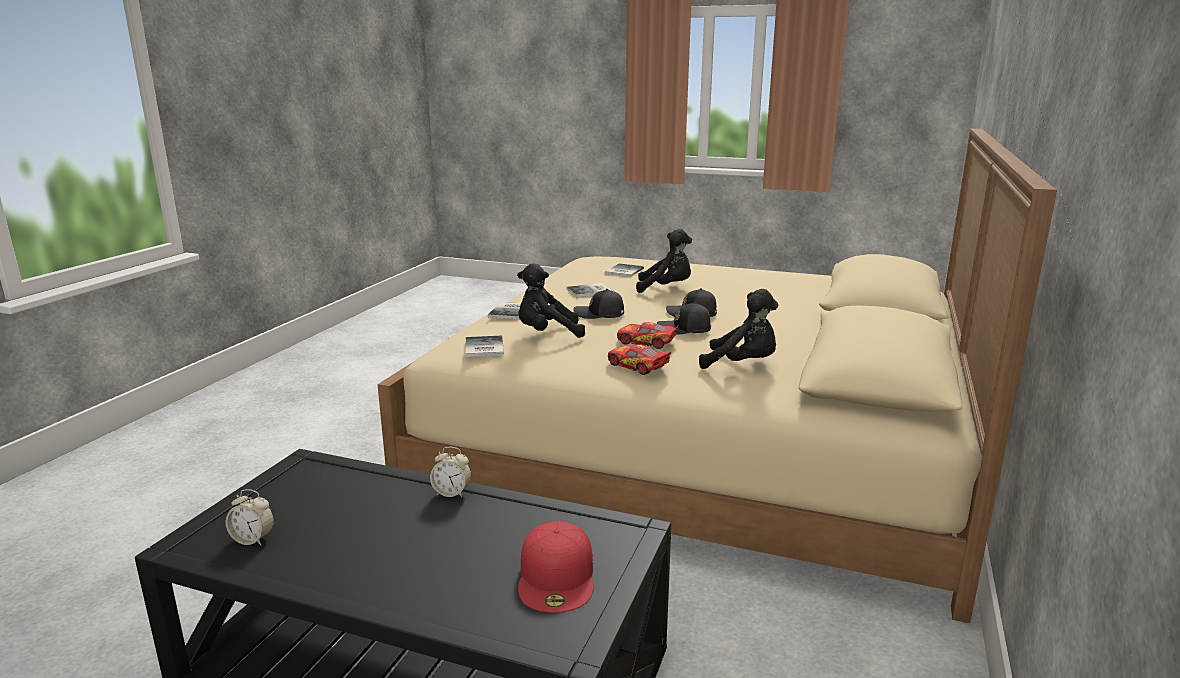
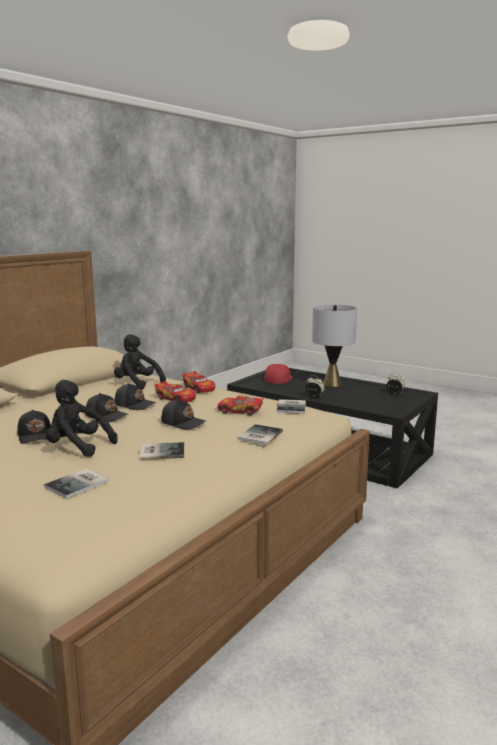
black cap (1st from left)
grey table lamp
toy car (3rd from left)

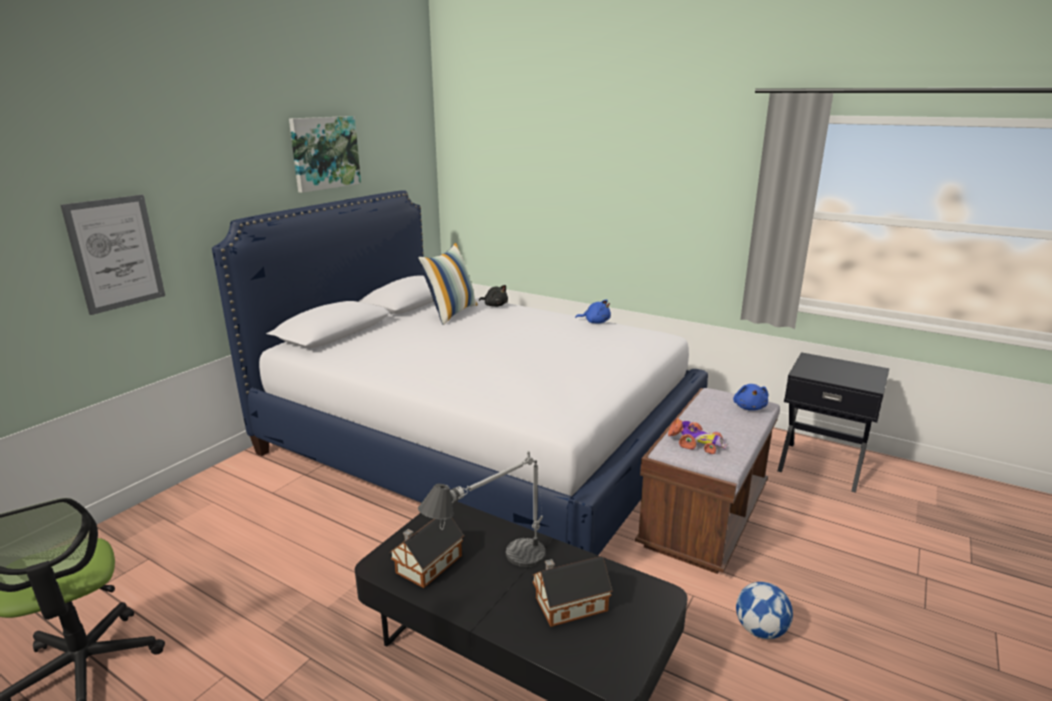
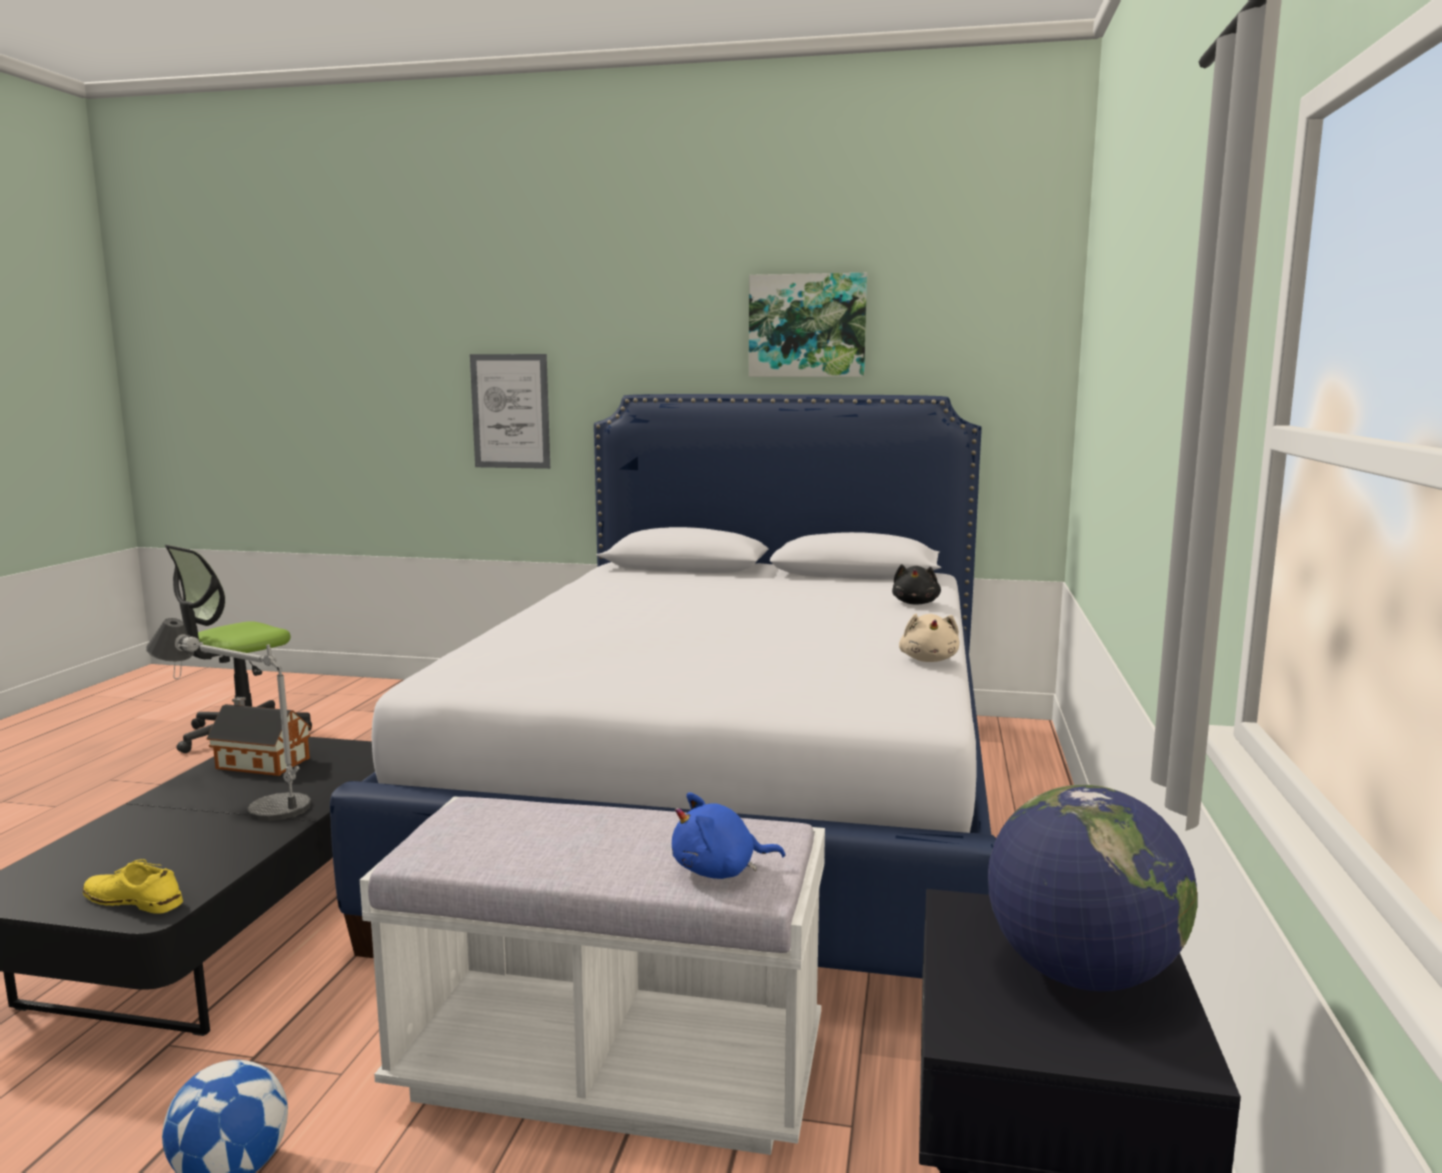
pillow
toy house (2nd from left in the first image)
toy car
yellow shoe
globe
beige plush toy
white bench

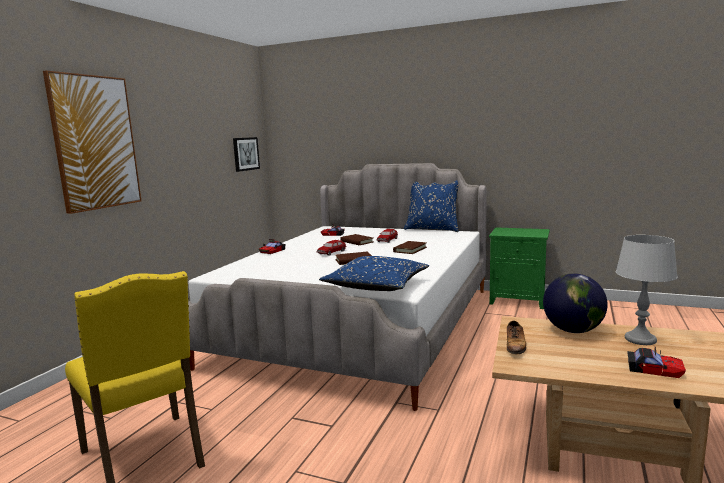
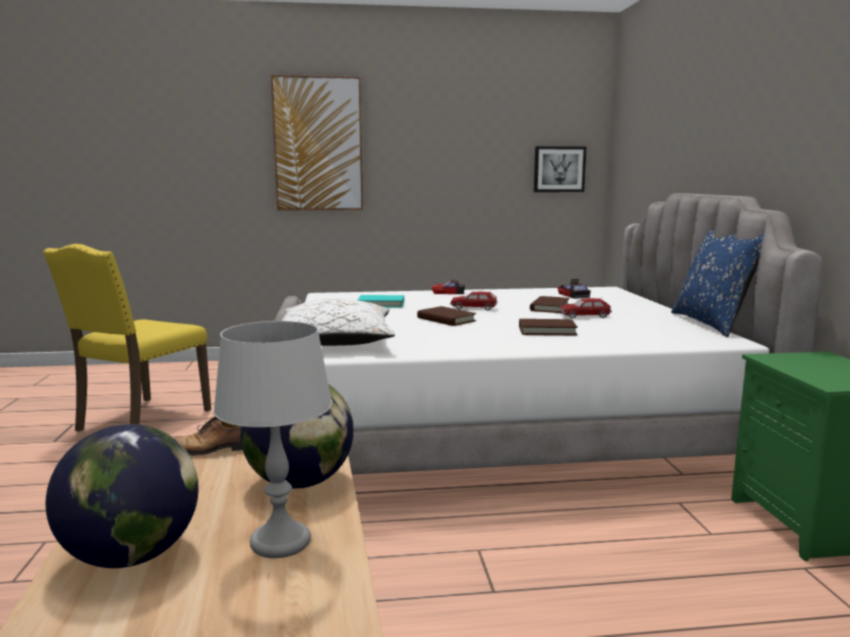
turquoise book
globe (1st from left)
white pillow

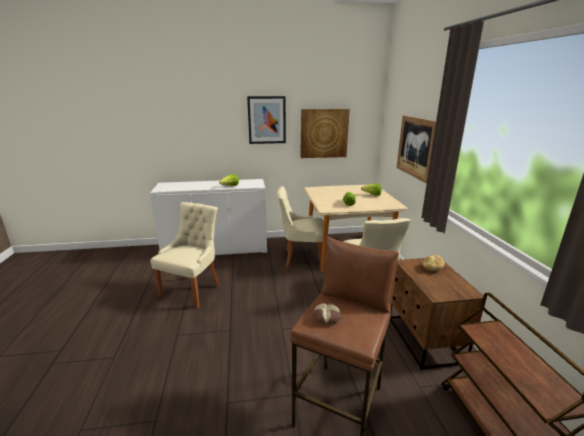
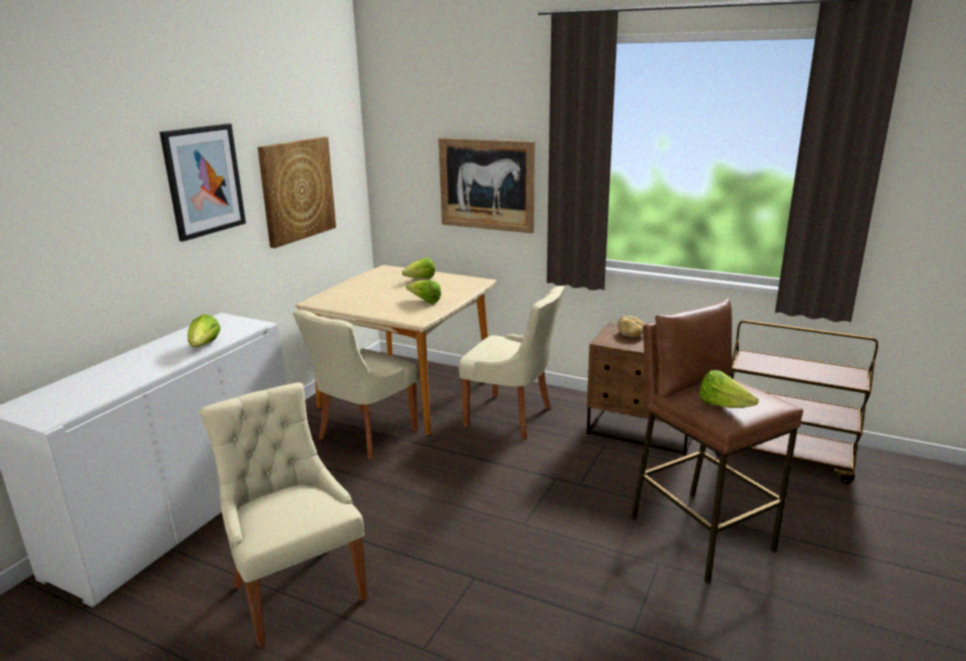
lettuce (4th from left)

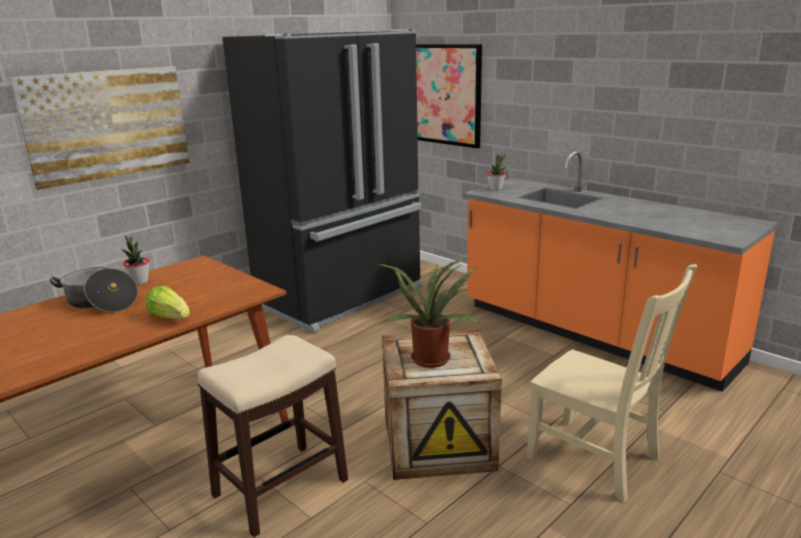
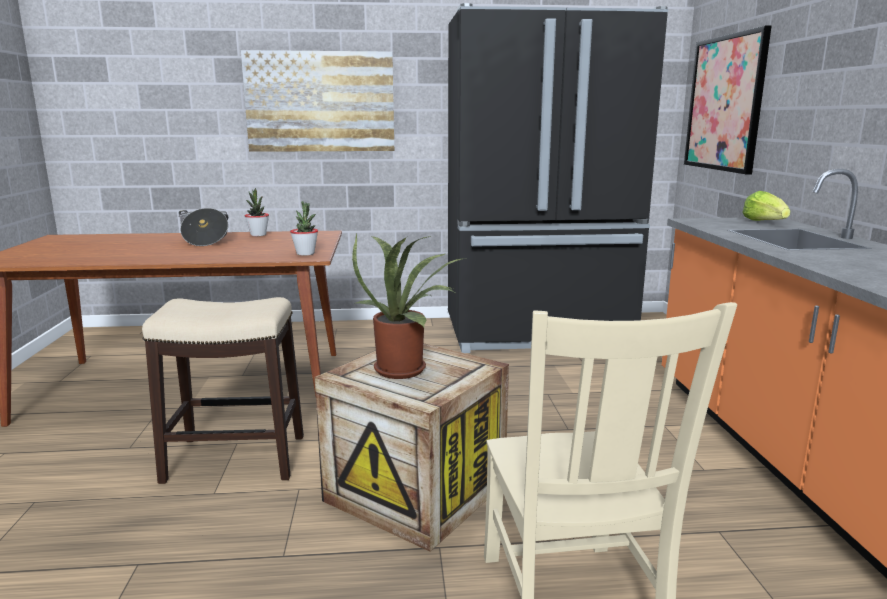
lettuce
potted plant (2nd from left)

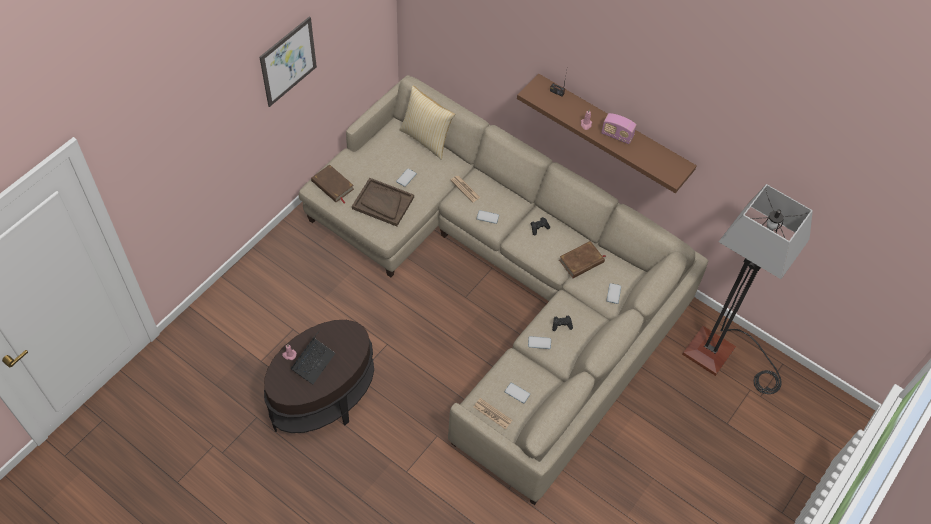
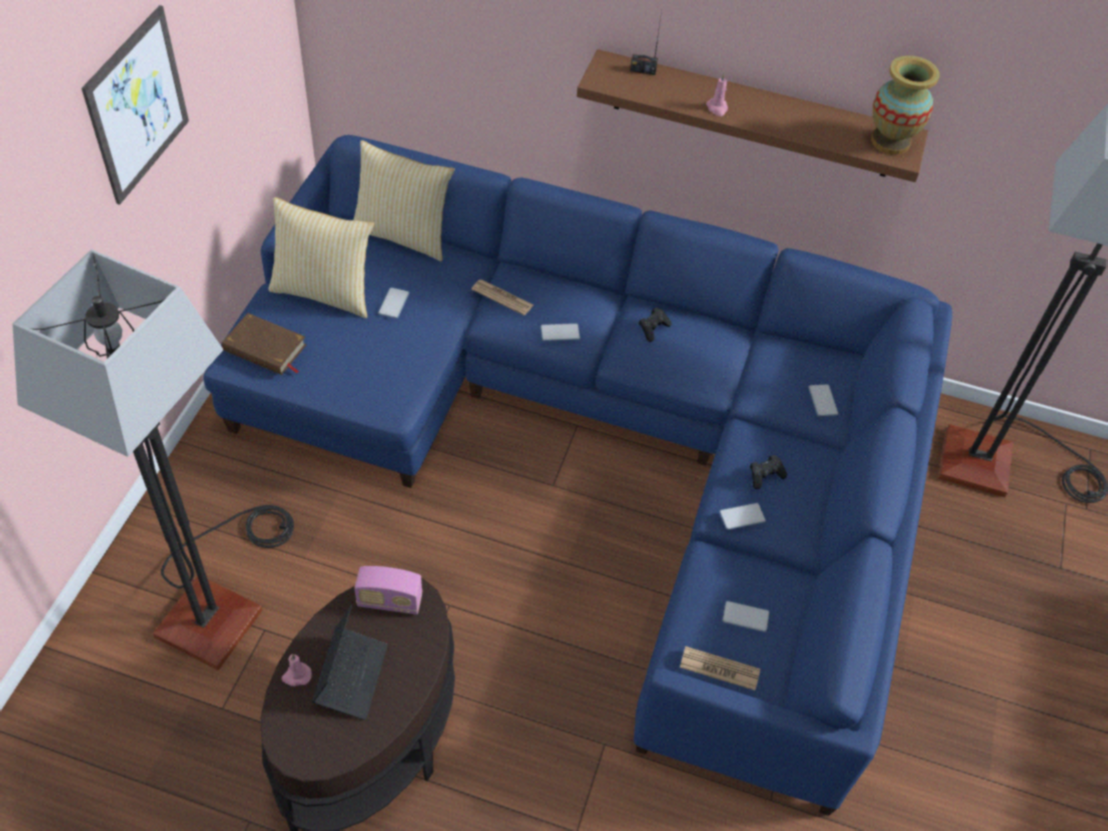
brown tray
brown book (2nd from left in the first image)
floor lamp (1st from left)
pillow (1st from left)
vase
radio (1st from left)
blue sofa

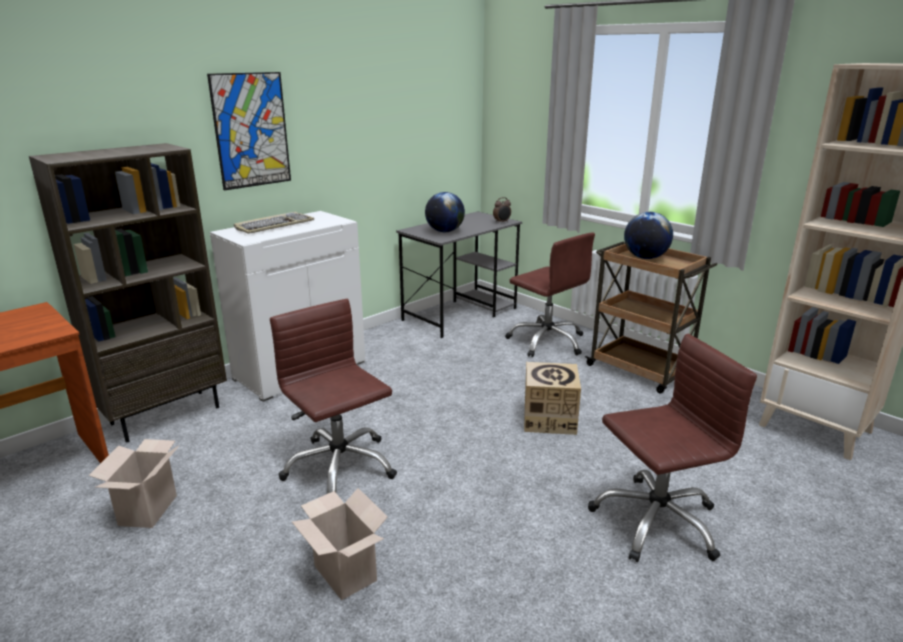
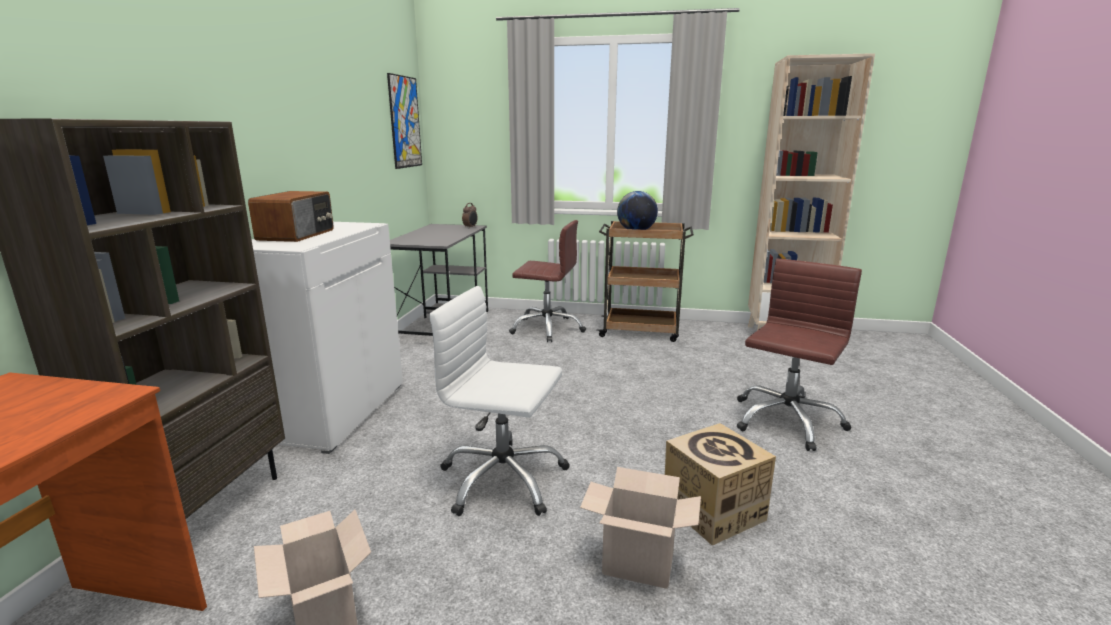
globe (1st from left in the first image)
picture
cardboard box (3rd from left)
radio
white office chair

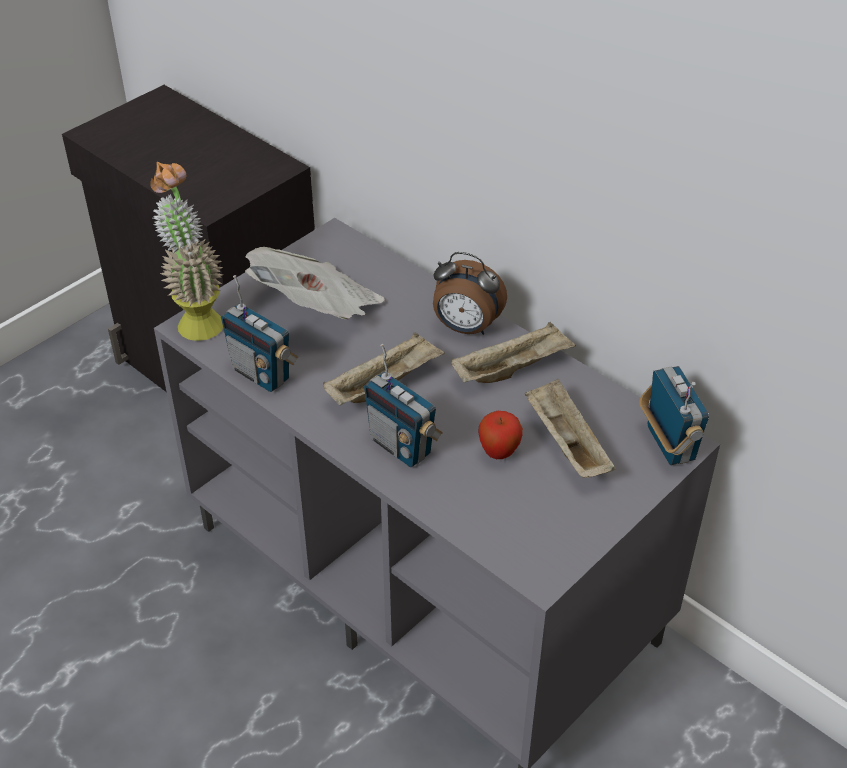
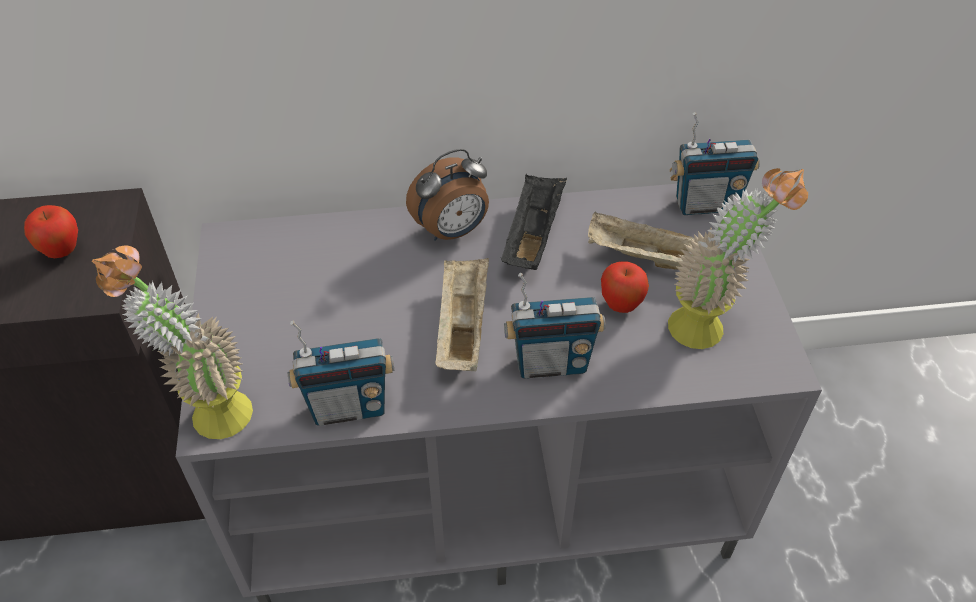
newspaper
apple (1st from left)
potted plant (2nd from left)
black tray
radio (3rd from left)

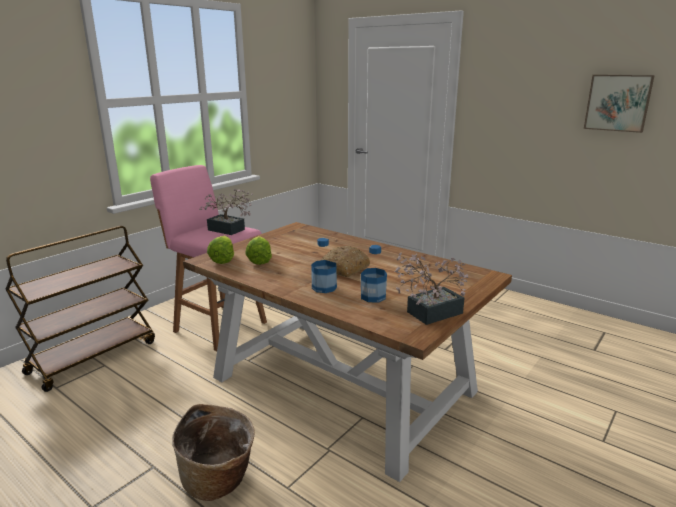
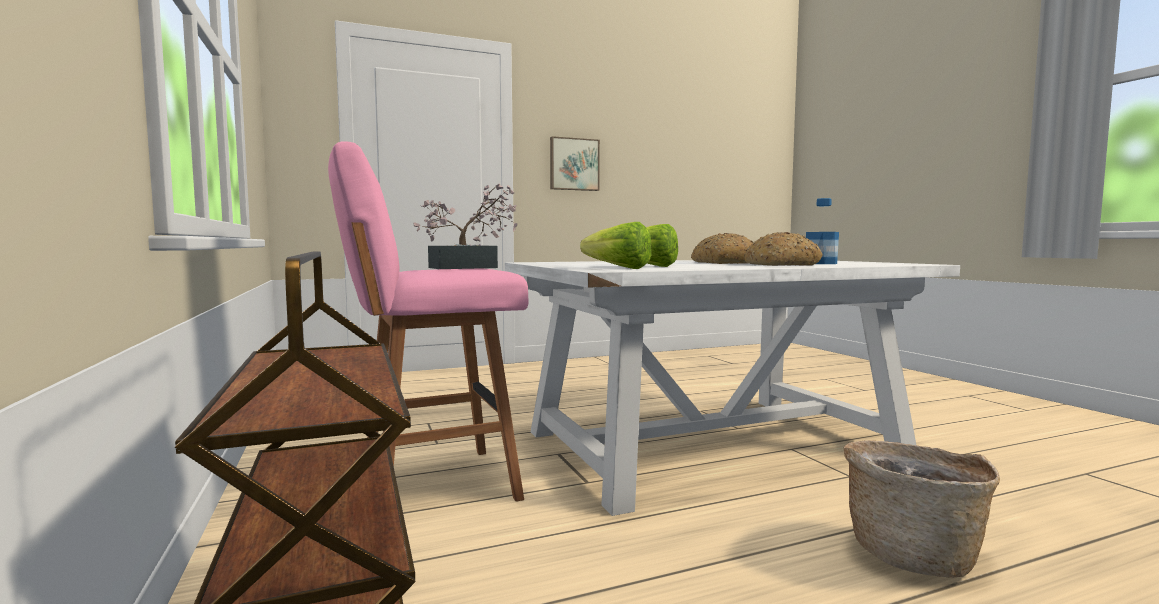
potted plant (2nd from left in the first image)
picture
bread (2nd from left)
white dining table

